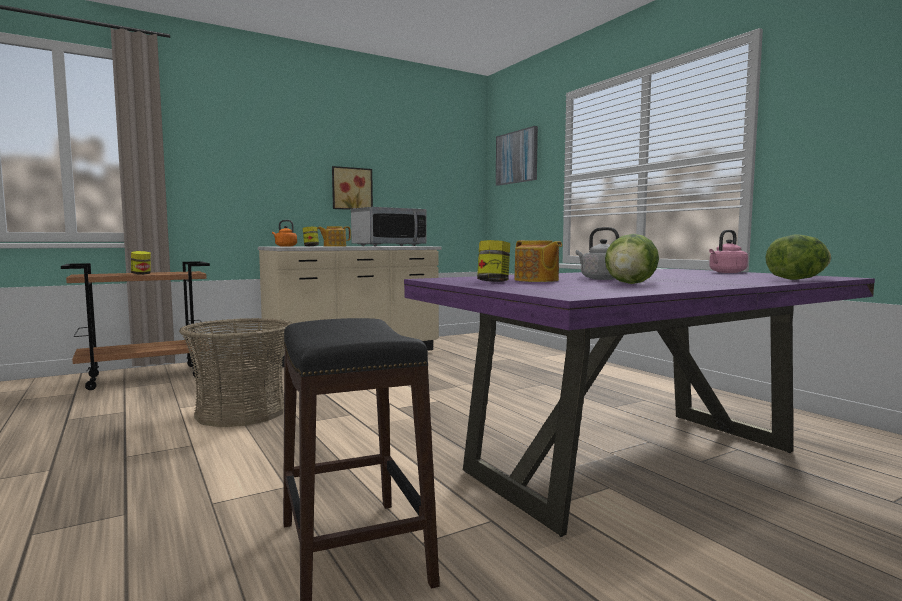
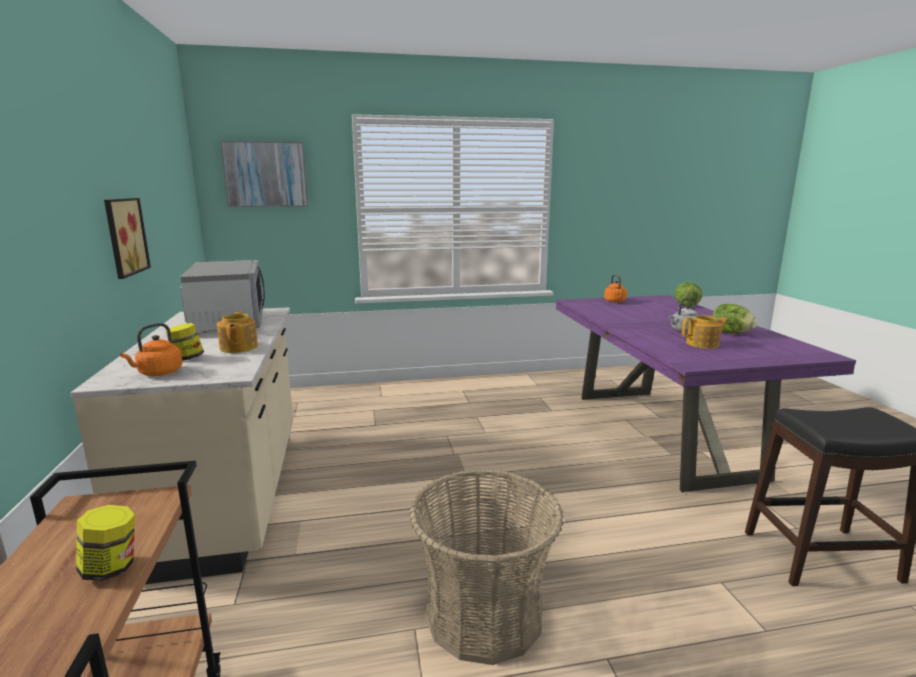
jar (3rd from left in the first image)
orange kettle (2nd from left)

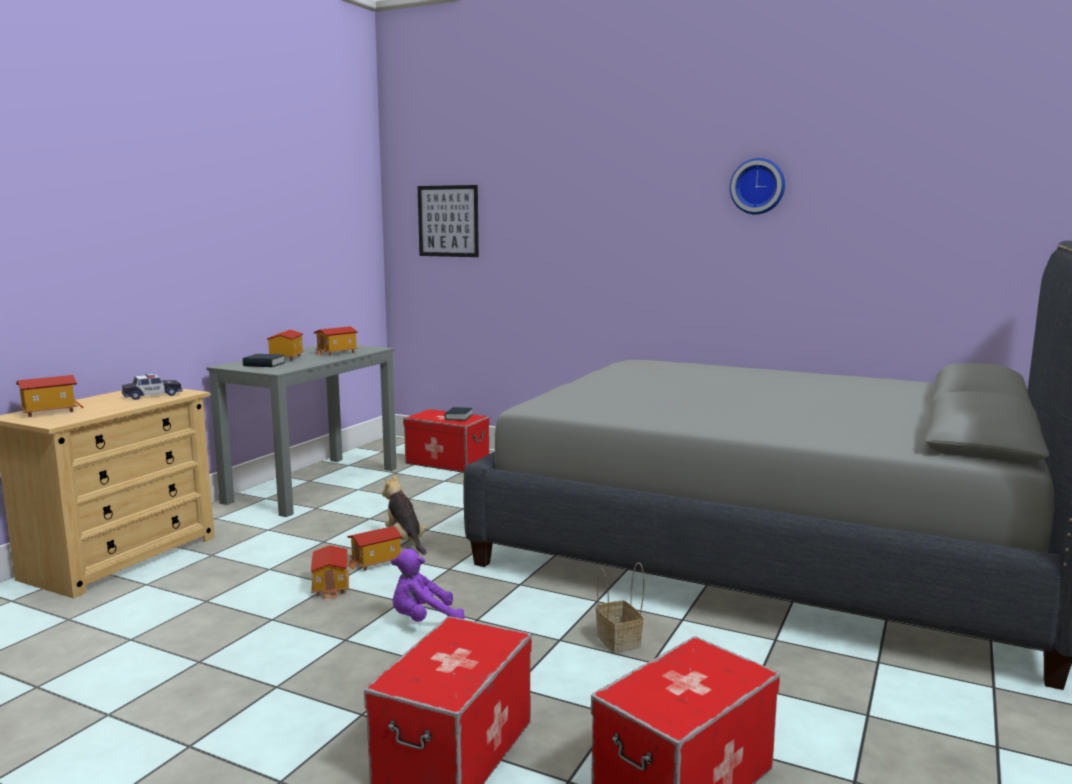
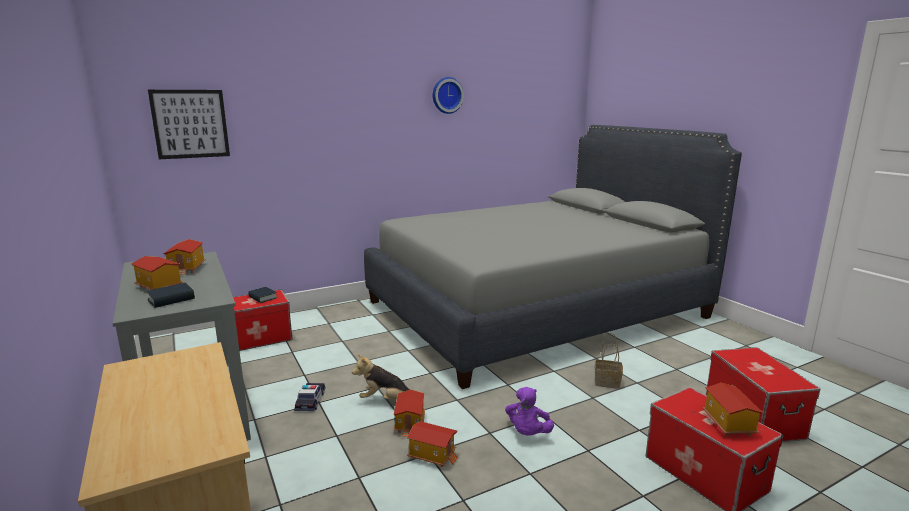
toy house (5th from left)
toy car

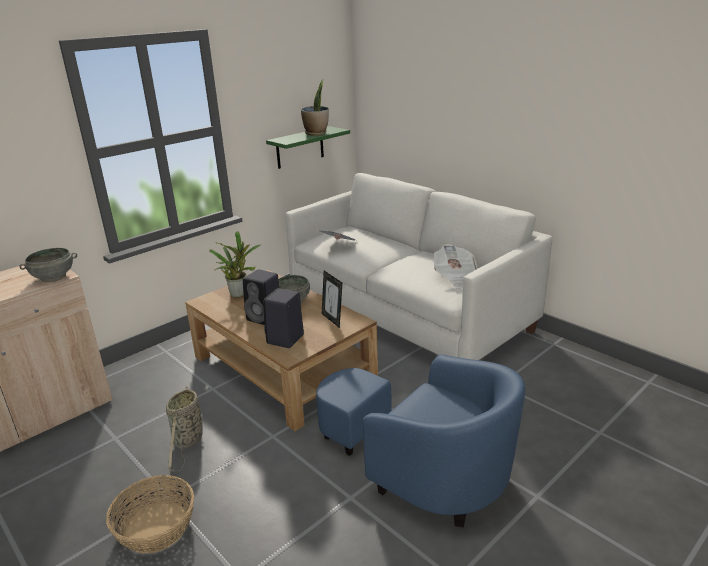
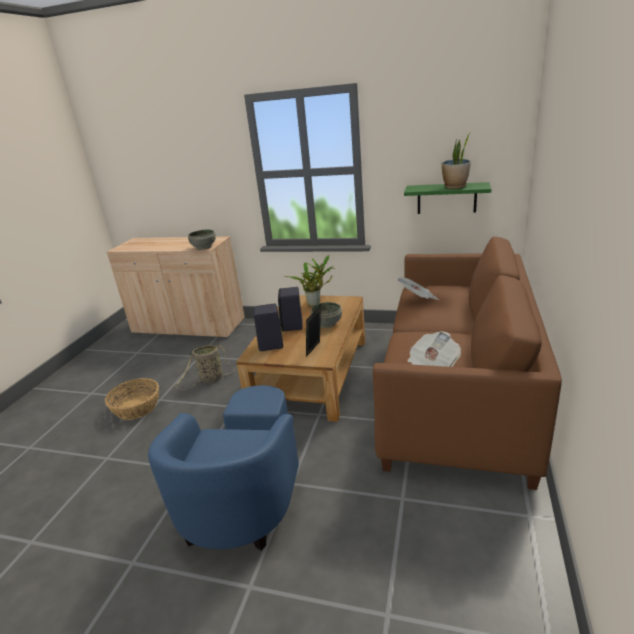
brown sofa

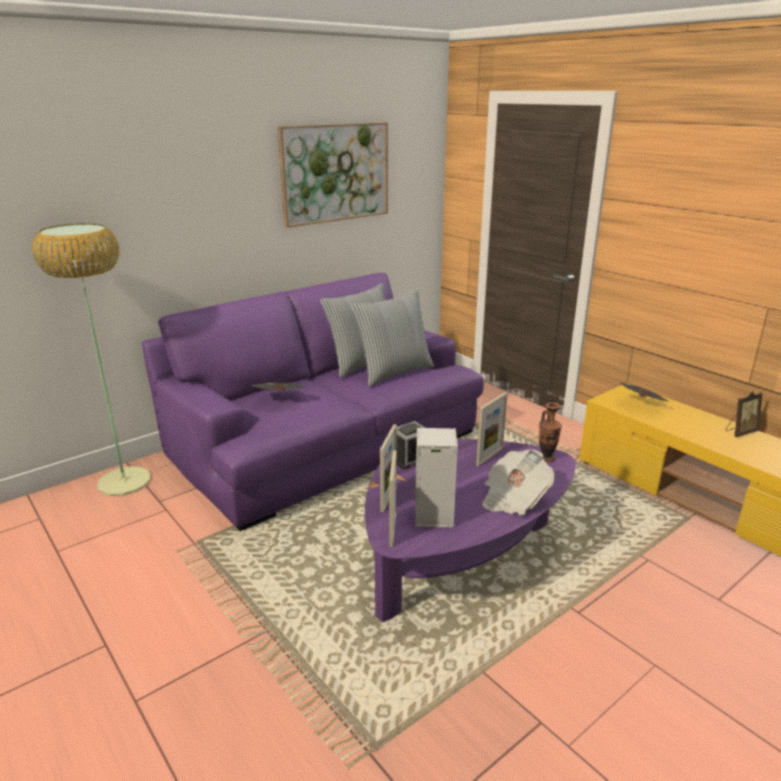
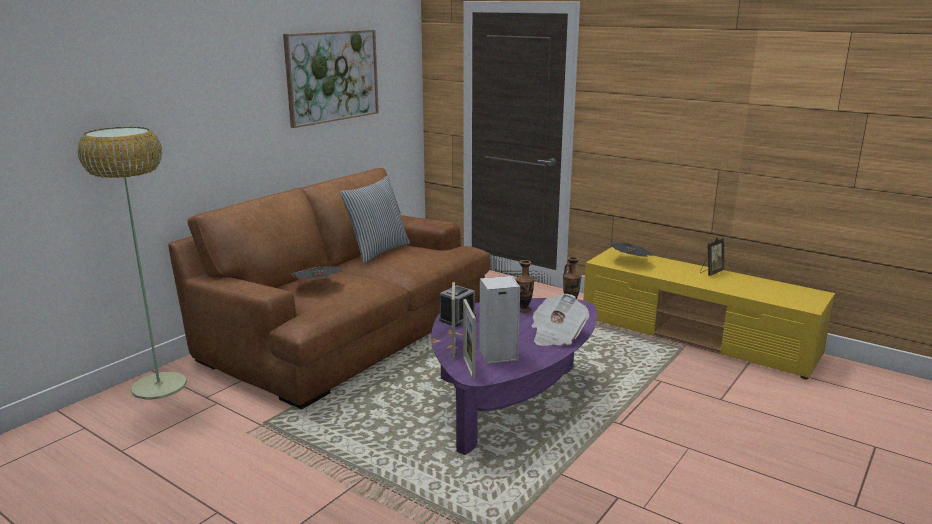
pillow (2nd from left in the first image)
vase (1st from left)
brown sofa

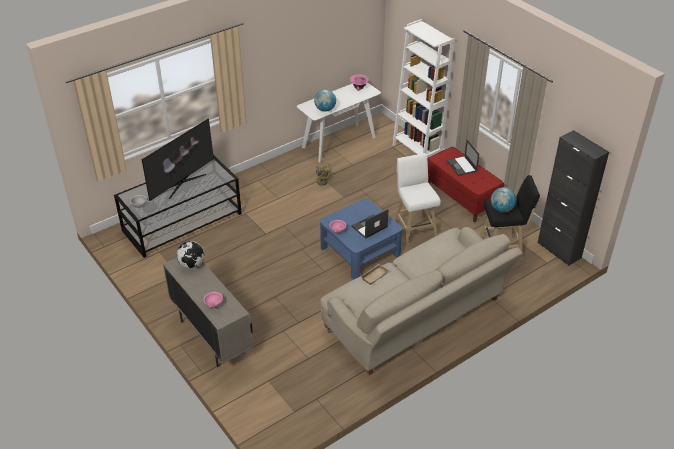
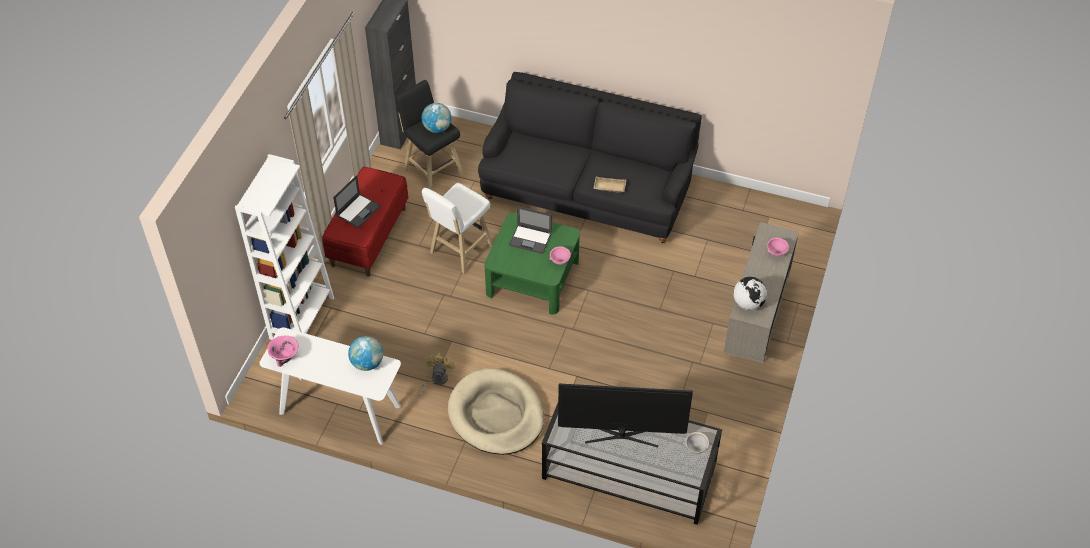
beige dog bed
green coffee table
black sofa

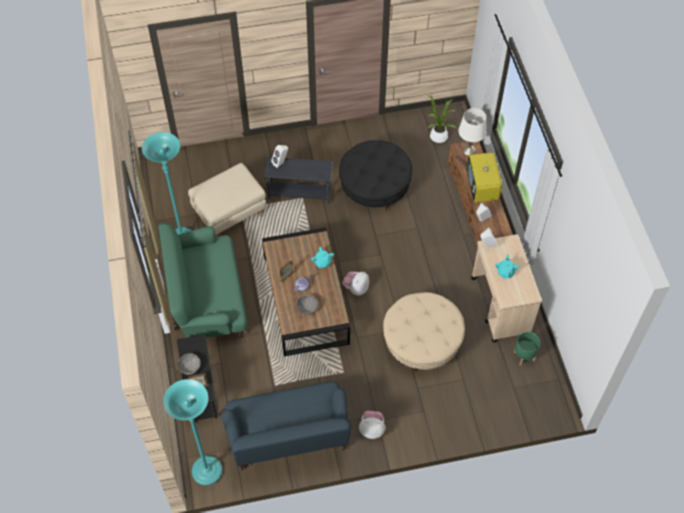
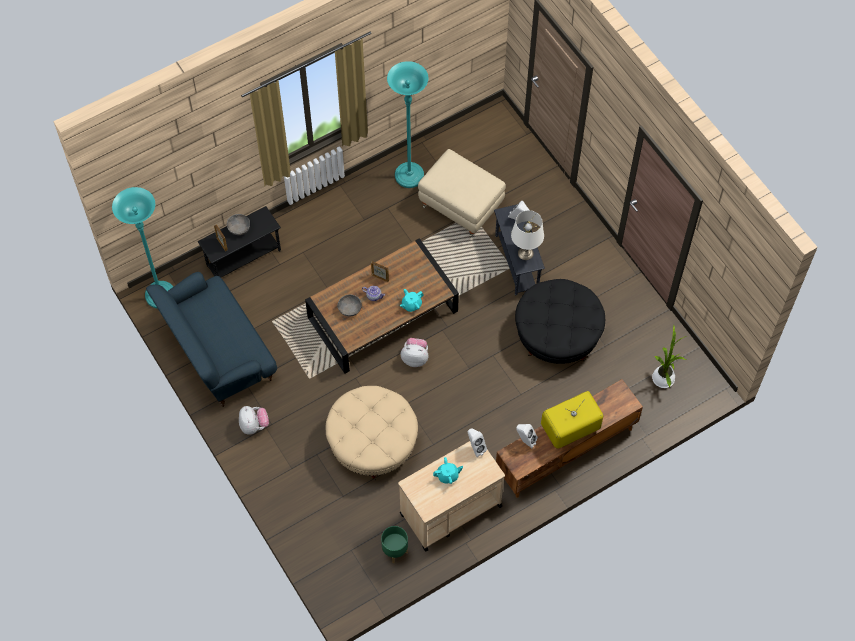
green sofa
white table lamp

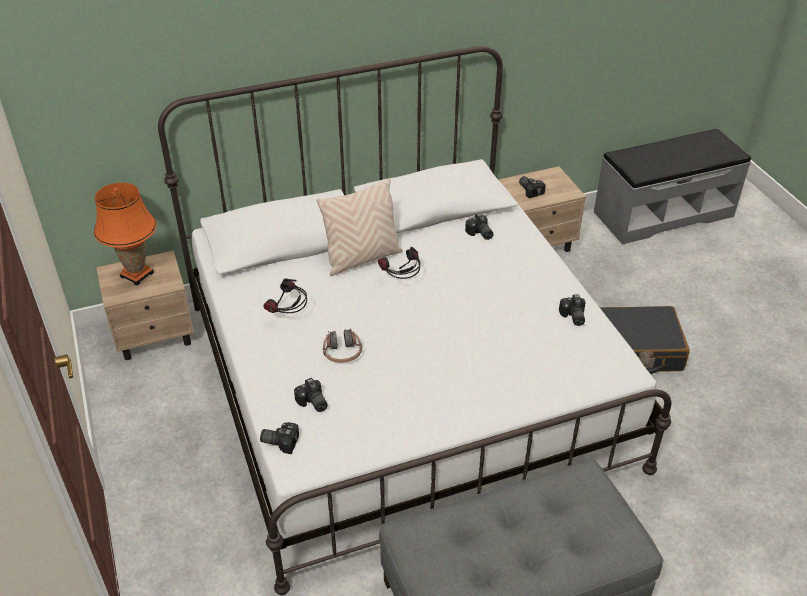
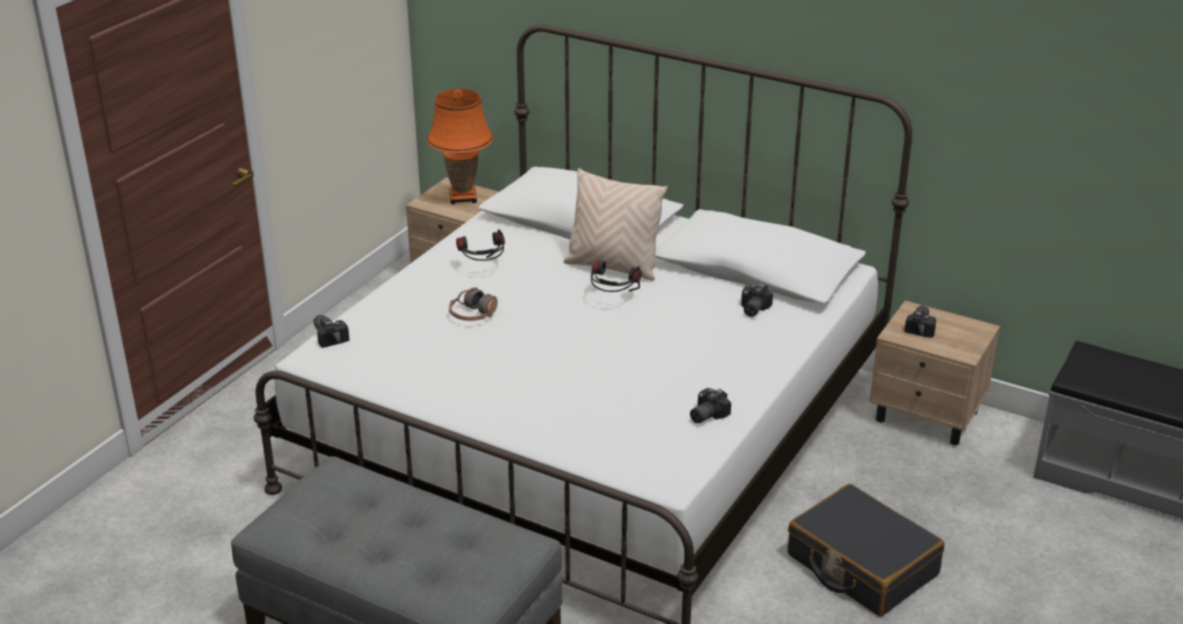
photo camera (2nd from left in the first image)

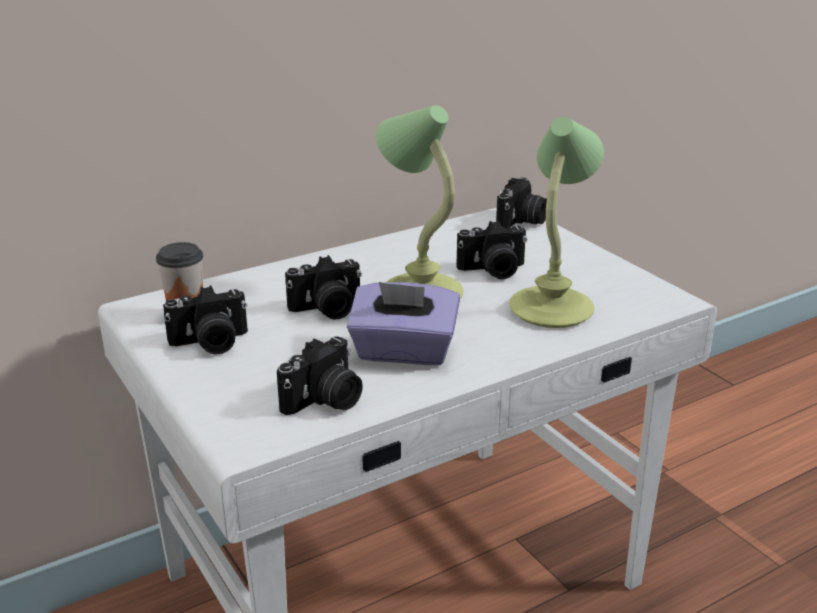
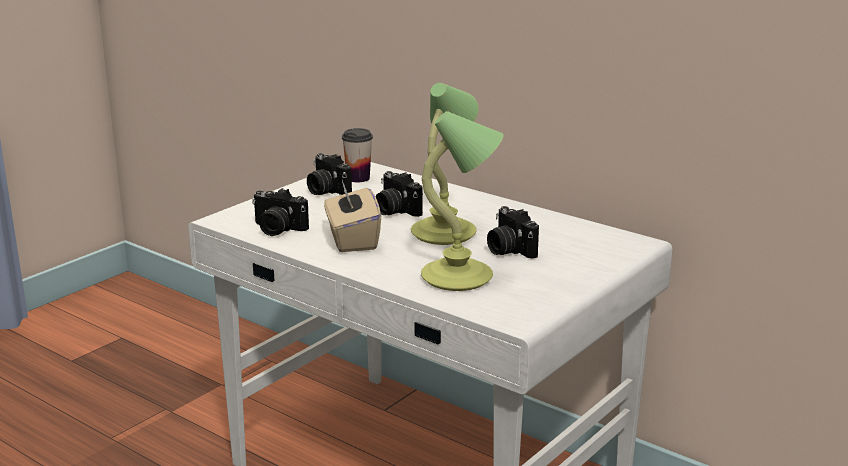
photo camera (5th from left in the first image)
beige tissue box

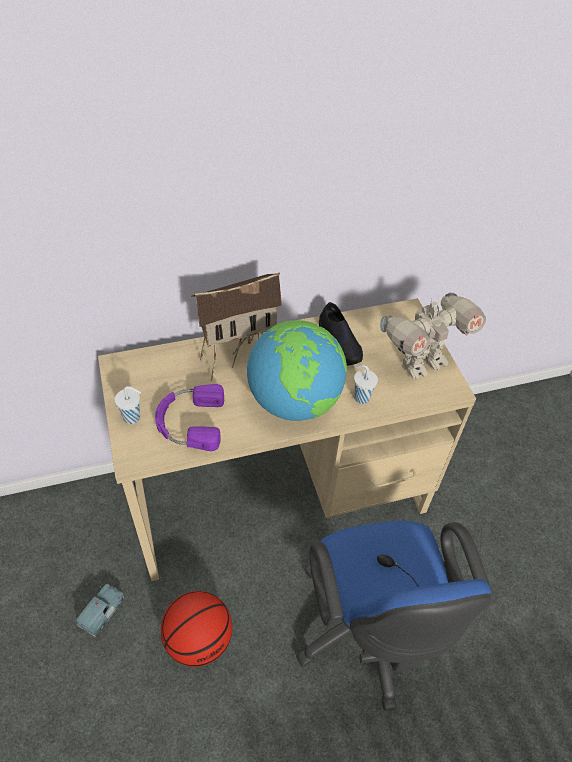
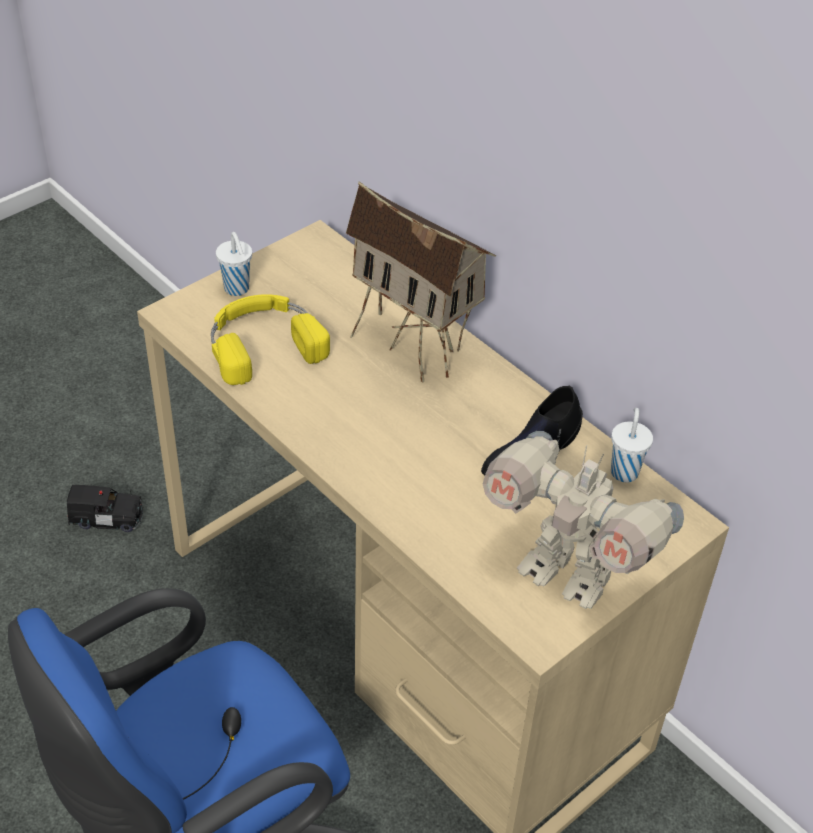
basketball
globe
white cup (2nd from left)
black toy car
yellow headphones

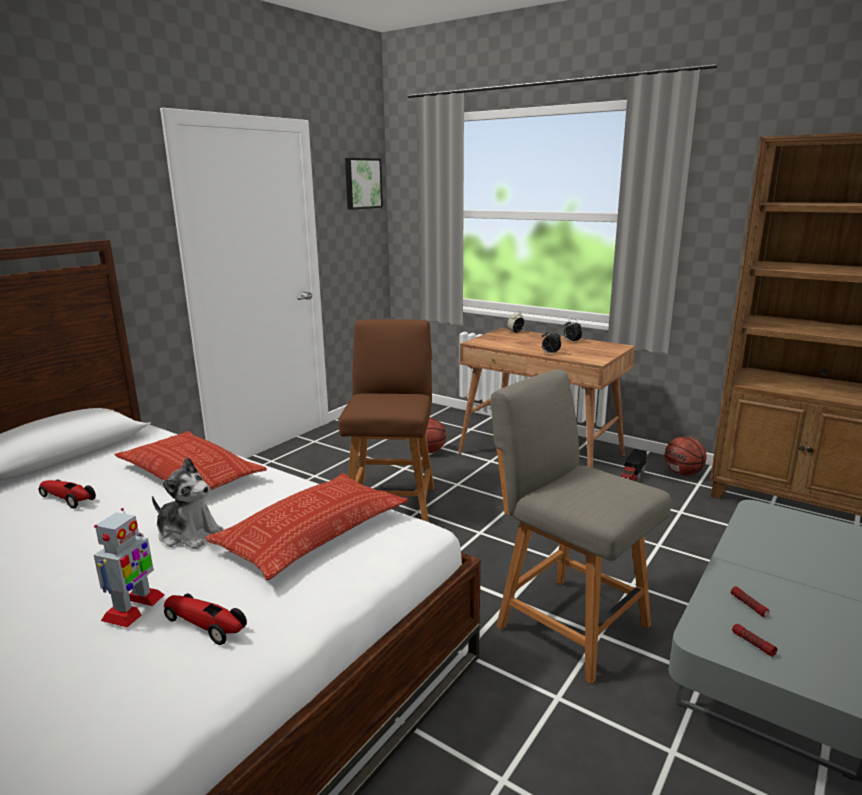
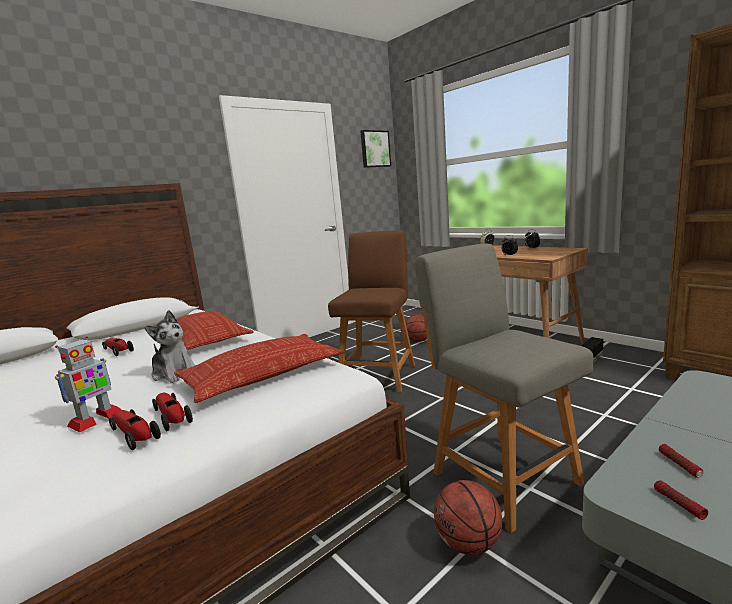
toy car (3rd from left)
basketball (2nd from left)

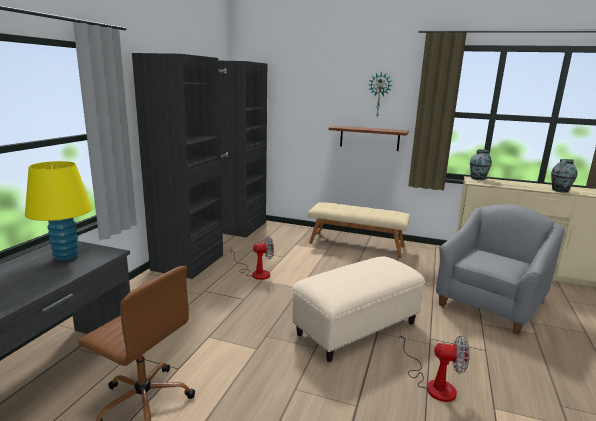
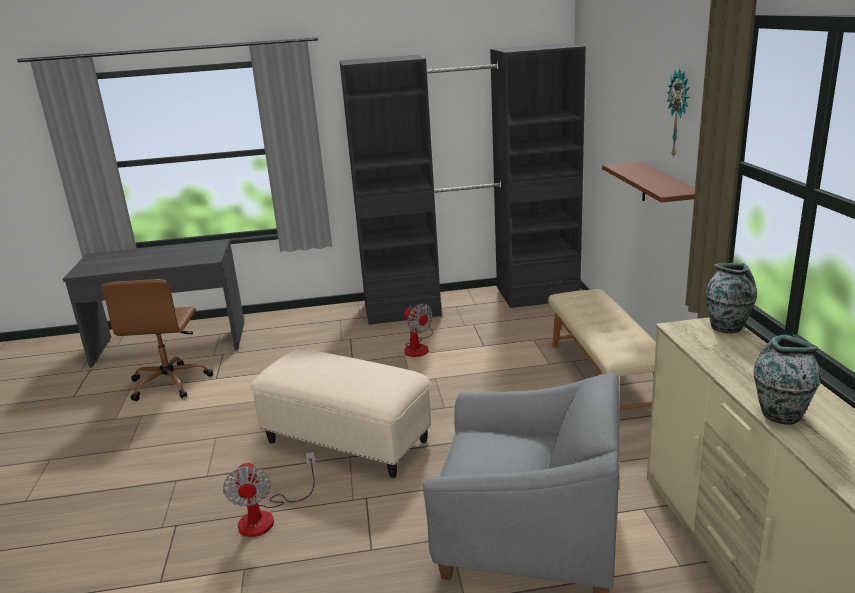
yellow table lamp

